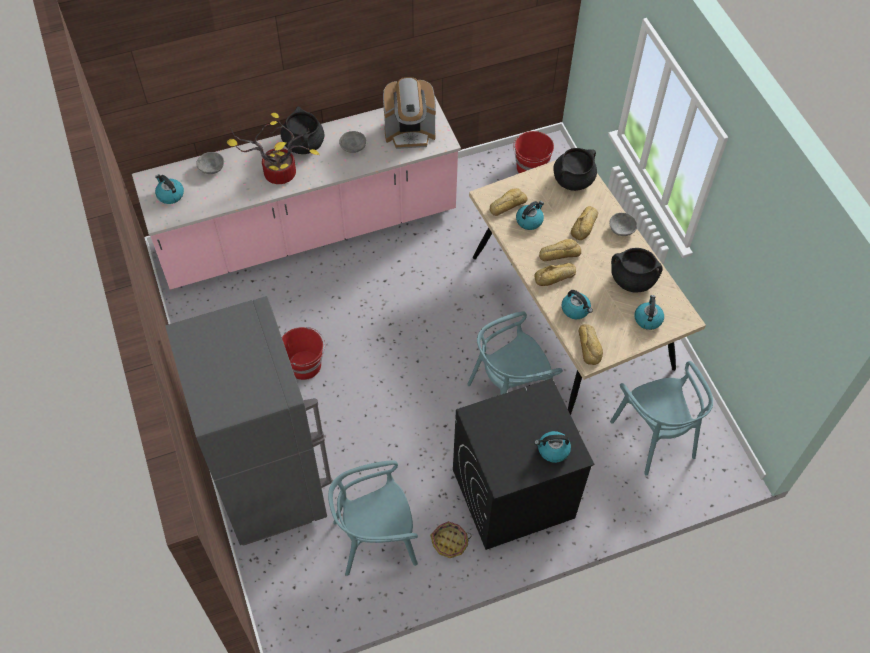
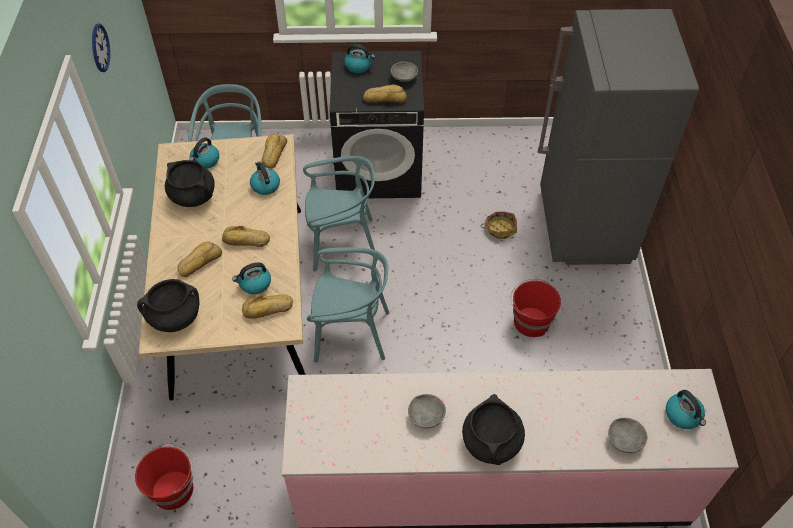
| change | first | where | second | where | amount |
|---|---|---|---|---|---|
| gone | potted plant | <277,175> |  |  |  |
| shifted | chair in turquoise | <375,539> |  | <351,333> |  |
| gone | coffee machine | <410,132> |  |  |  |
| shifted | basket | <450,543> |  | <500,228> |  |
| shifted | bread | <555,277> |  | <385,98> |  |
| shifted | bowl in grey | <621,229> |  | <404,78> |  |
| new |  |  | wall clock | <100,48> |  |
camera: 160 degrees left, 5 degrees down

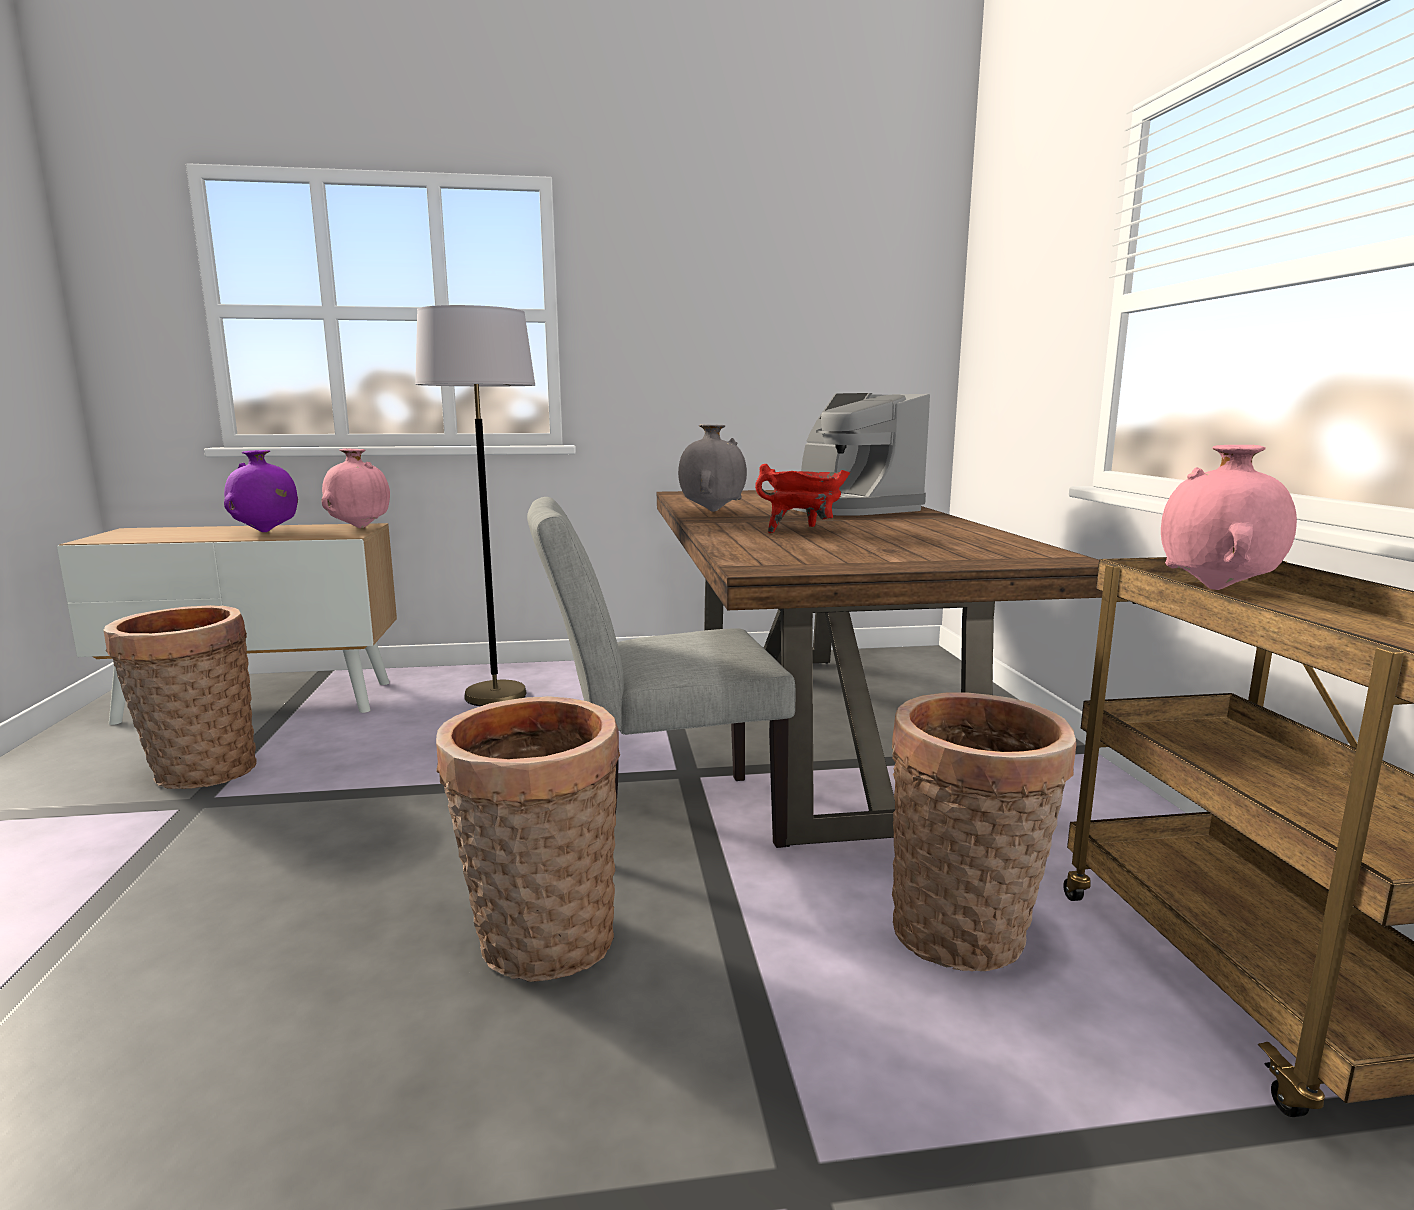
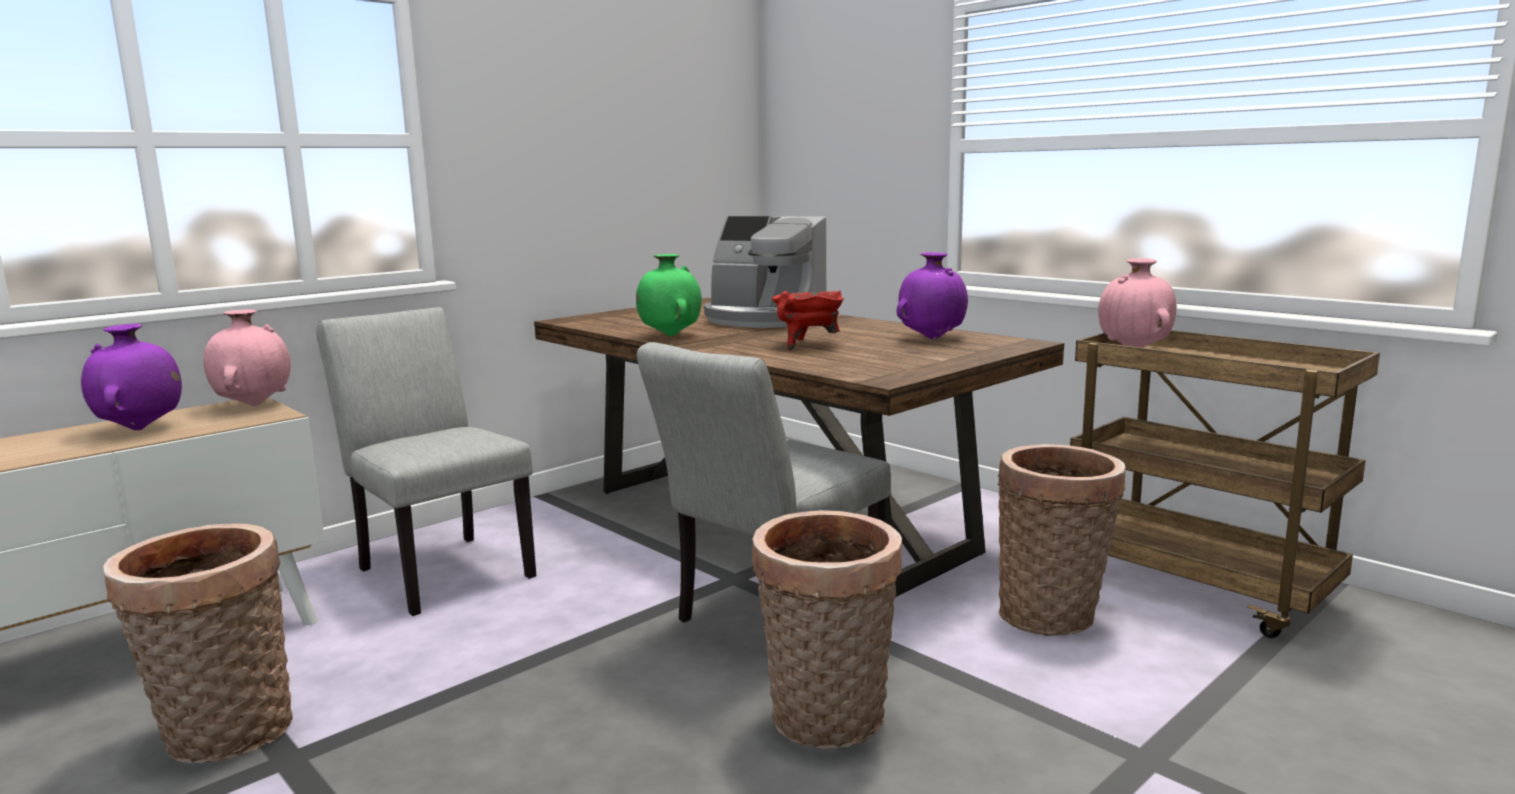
| change | first | where | second | where | amount |
|---|---|---|---|---|---|
| swapped | floor lamp in grey | <495,696> | chair in grey | <439,569> |  |
| repainted | vase in grey | <712,511> | vase in green | <670,336> |  |
| new |  |  | vase in purple | <932,339> |  |
camera: 35 degrees left, 0 degrees up

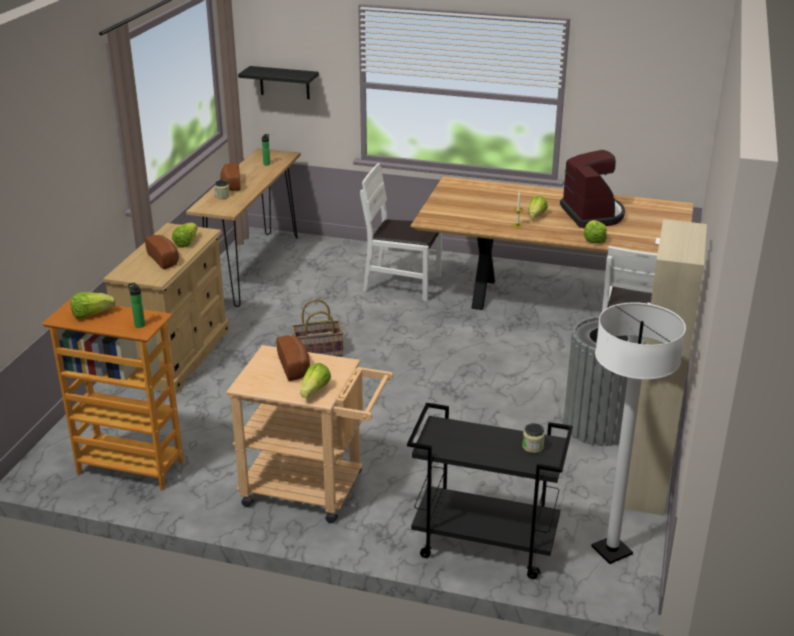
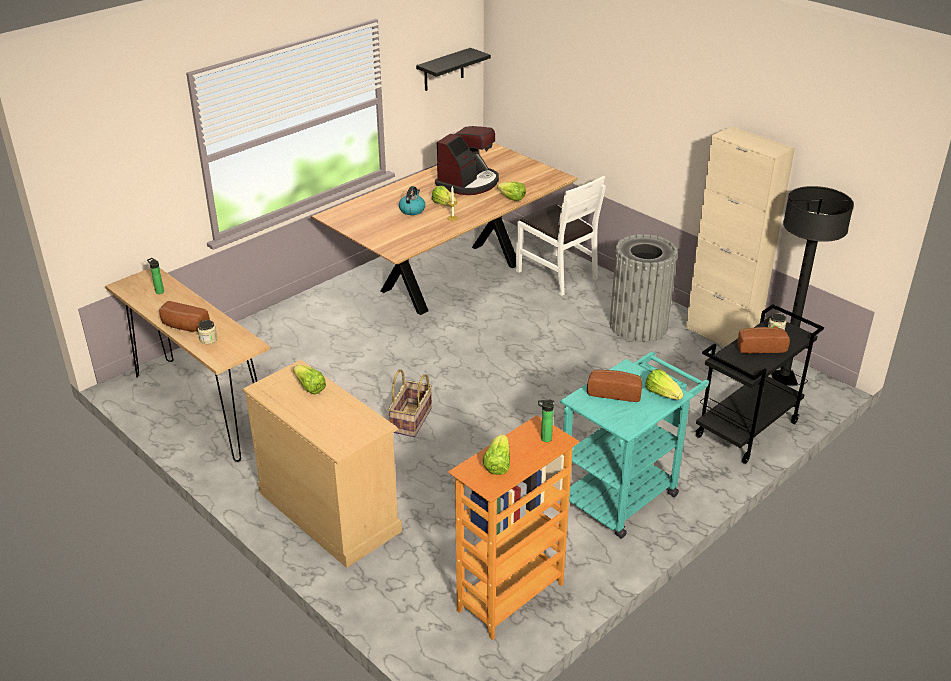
| change | first | where | second | where | amount |
|---|---|---|---|---|---|
| shifted | bread | <165,259> |  | <760,347> |  |
| repainted | cart in beige | <313,490> | cart in turquoise | <625,491> |  |
| shifted | shelf in black | <284,82> |  | <443,70> |  |
| gone | chair in white | <402,283> |  |  |  |
| rotated | coffee machine | <593,214> |  | <468,183> | 105 degrees clockwise |
| repainted | floor lamp in white | <611,551> | floor lamp in black | <783,379> |  |
| new |  |  | kettle | <412,210> |  |
camera: 60 degrees left, 5 degrees up

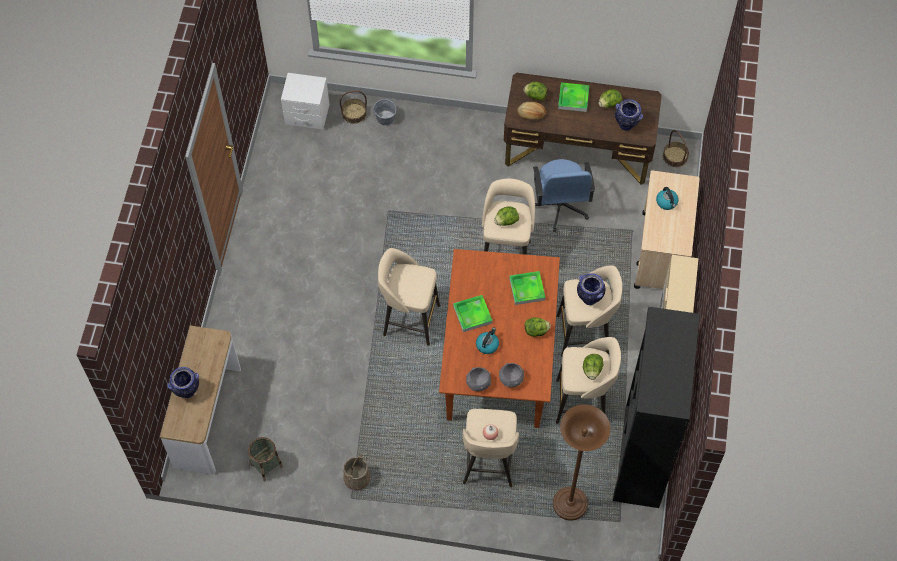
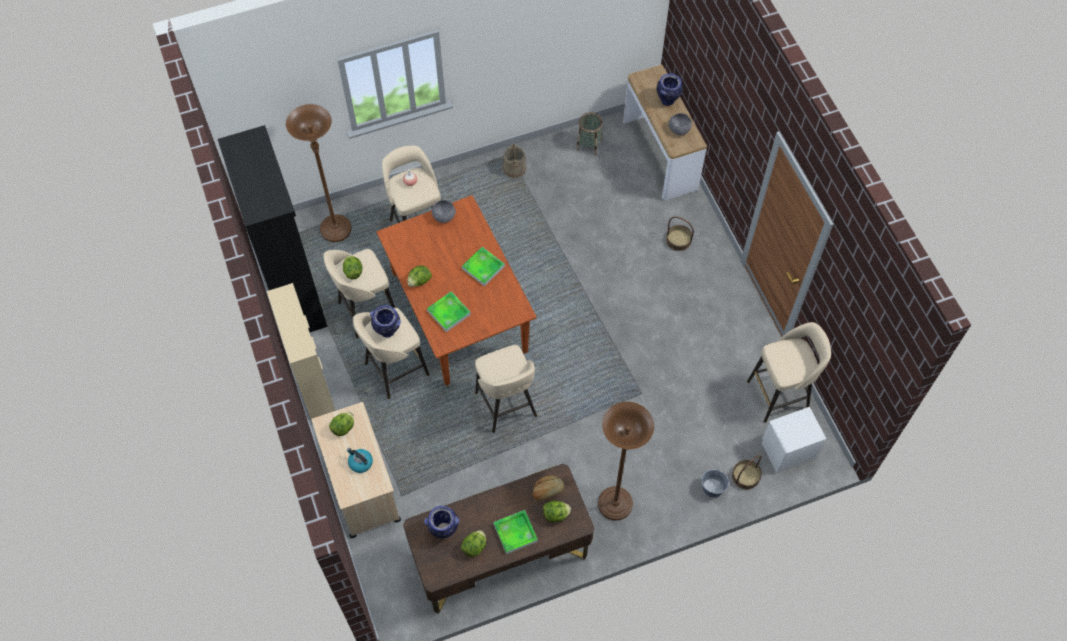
| change | first | where | second | where | amount |
|---|---|---|---|---|---|
| shifted | stool in beige | <409,320> |  | <780,395> |  |
| gone | kettle | <487,345> |  |  |  |
| shifted | lettuce | <506,221> |  | <343,427> |  |
| shifted | bowl in grey | <511,379> |  | <679,129> |  |
| gone | office chair in blue | <559,206> |  |  |  |
| shifted | basket | <675,156> |  | <678,240> |  |
| new |  |  | floor lamp in brown | <615,504> |  |
camera: 150 degrees right, 0 degrees up

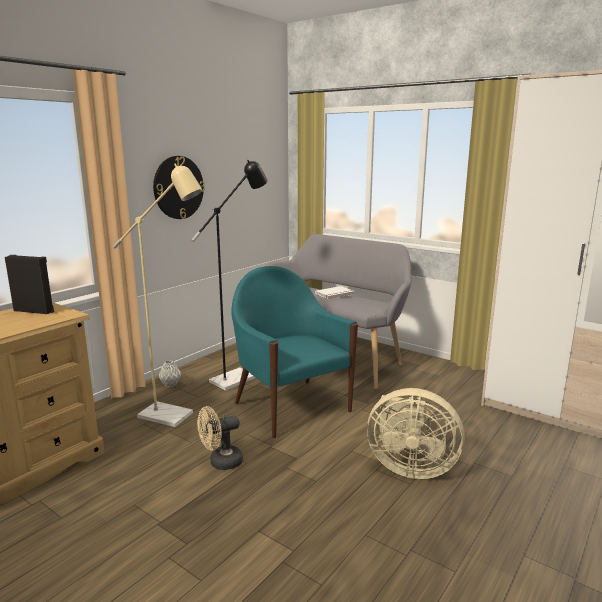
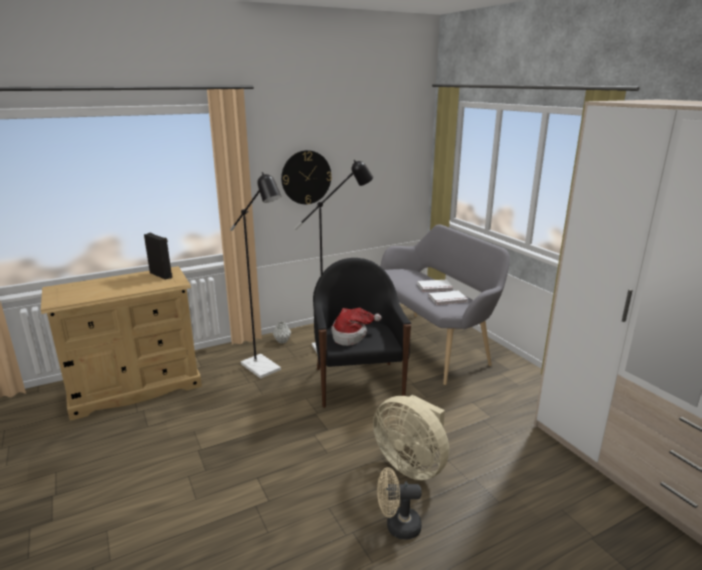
| change | first | where | second | where | amount |
|---|---|---|---|---|---|
| repainted | floor lamp in beige | <173,417> | floor lamp in black | <265,369> |  |
| shifted | fan in beige | <221,463> |  | <397,526> |  |
| repainted | armchair in turquoise | <291,406> | armchair in black | <358,383> |  |
| new |  |  | hat | <351,336> |  |
| new |  |  | book in white | <448,299> |  |
camera: 25 degrees right, 5 degrees up

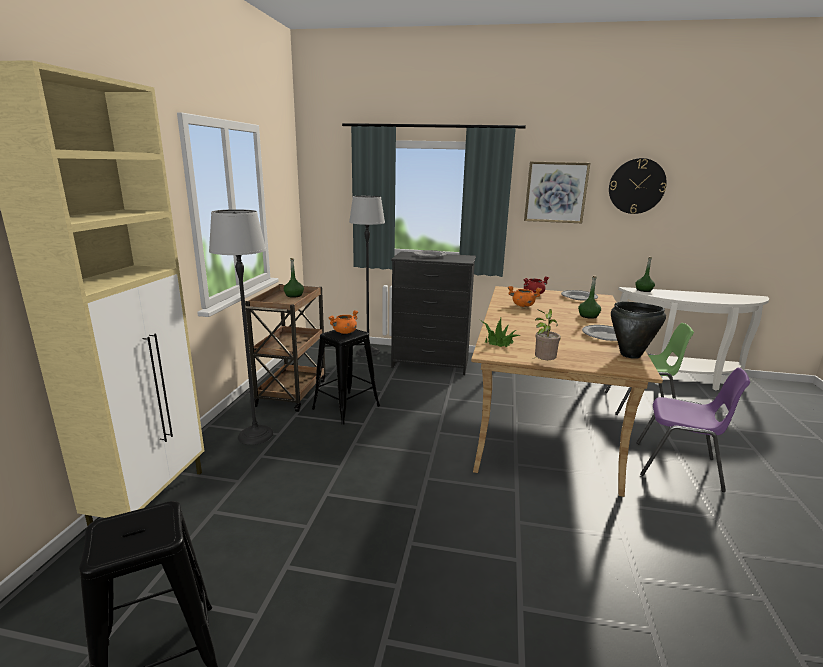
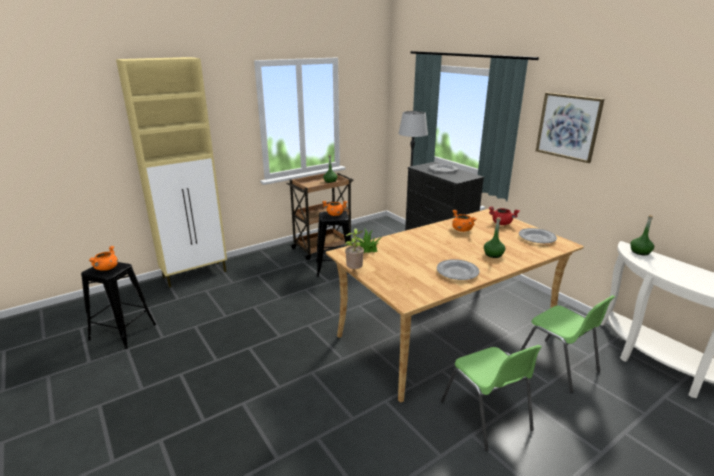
| change | first | where | second | where | amount |
|---|---|---|---|---|---|
| gone | floor lamp | <256,435> |  |  |  |
| gone | wall clock | <636,186> |  |  |  |
| gone | cooking pot in black | <630,355> |  |  |  |
| repainted | chair in purple | <679,467> | chair in green | <486,416> |  |
| new |  |  | cooking pot in orange | <106,268> |  |
camera: 45 degrees right, 5 degrees up

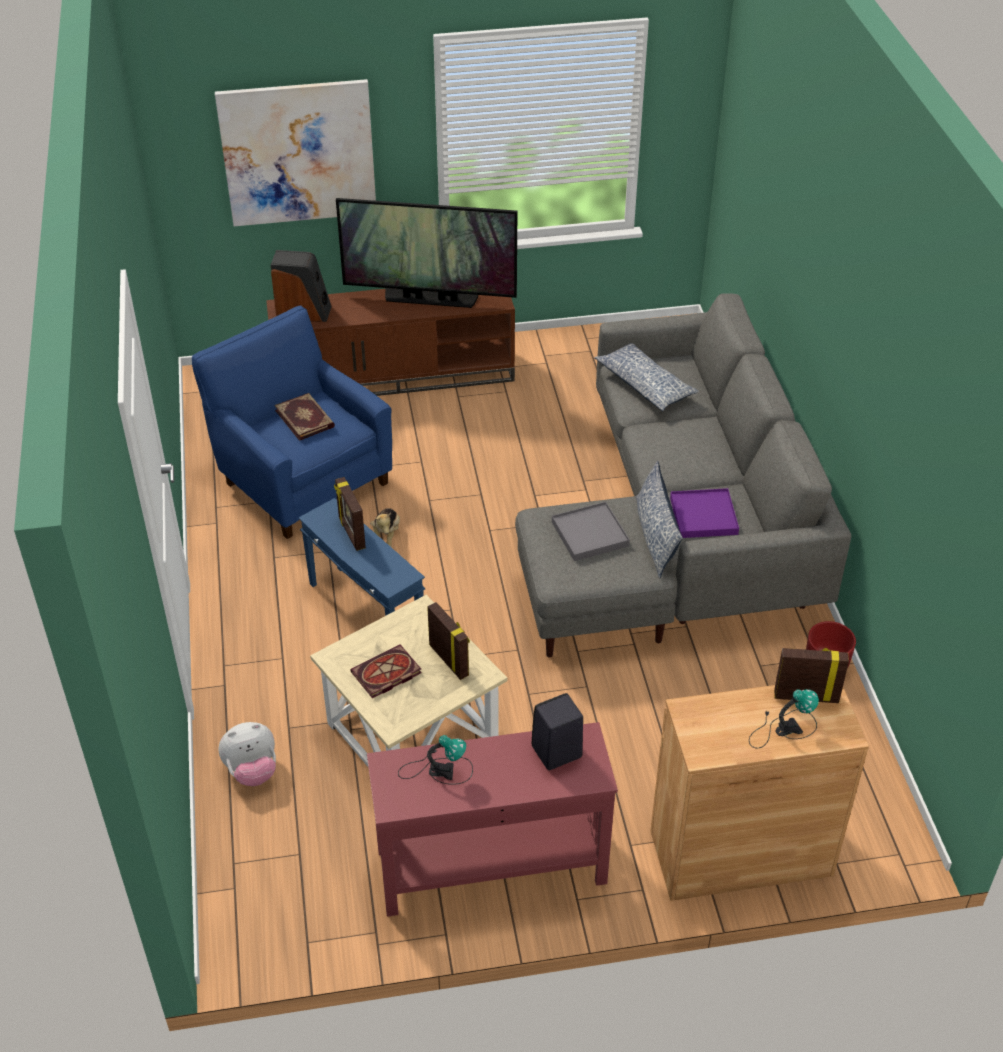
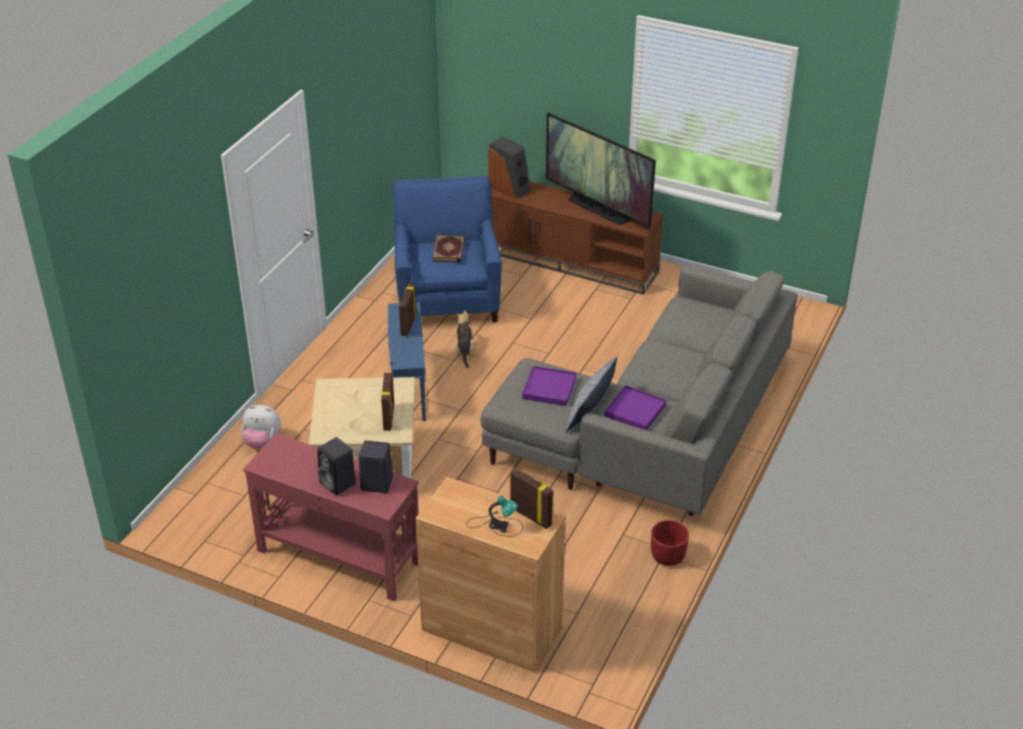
| change | first | where | second | where | amount |
|---|---|---|---|---|---|
| gone | picture | <298,153> |  |  |  |
| gone | book | <385,674> |  |  |  |
| rotated | plush toy | <386,536> |  | <465,351> | 135 degrees clockwise |
| gone | table lamp | <438,769> |  |  |  |
| repainted | tray in grey | <589,534> | tray in purple | <549,388> |  |
| gone | pillow | <645,384> |  |  |  |
| new |  |  | speaker in black | <338,483> |  |
camera: 35 degrees right, 5 degrees down

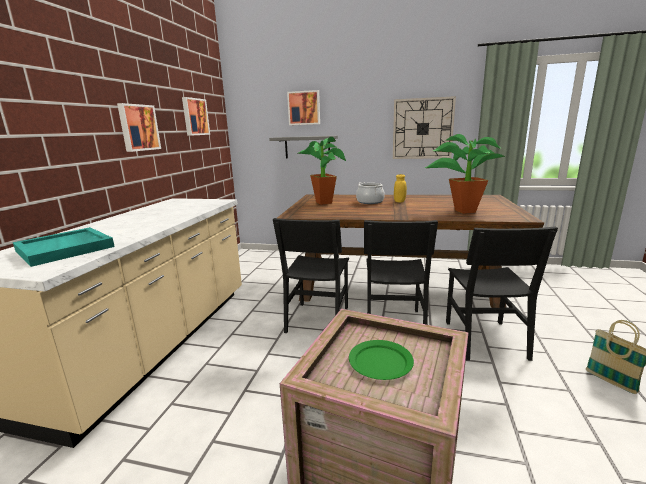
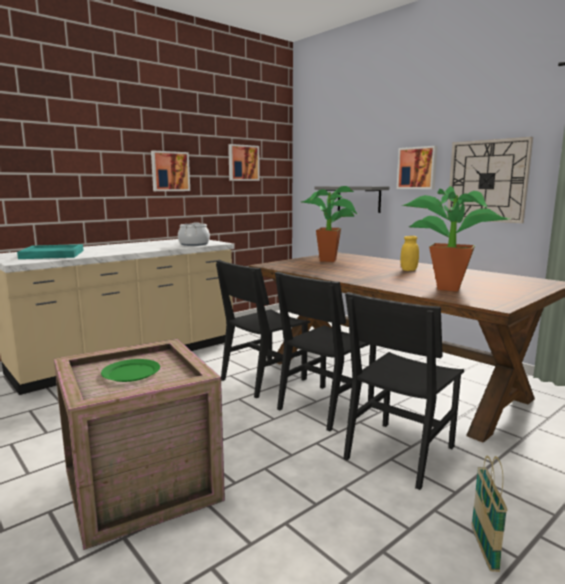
| change | first | where | second | where | amount |
|---|---|---|---|---|---|
| shifted | picture | <304,108> |  | <417,168> |  |
| shifted | cooking pot | <370,202> |  | <194,244> |  |
camera: 35 degrees right, 5 degrees down

